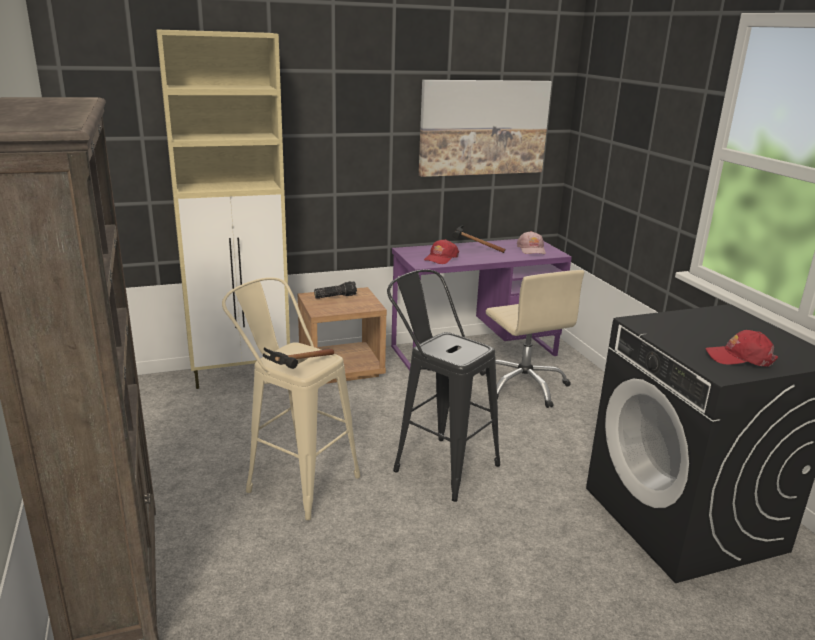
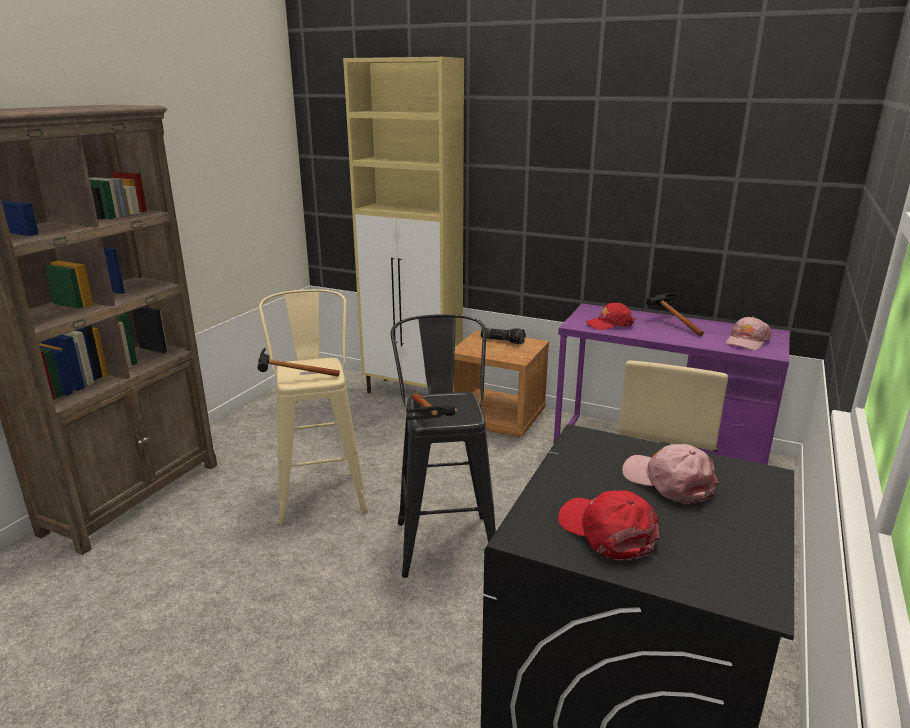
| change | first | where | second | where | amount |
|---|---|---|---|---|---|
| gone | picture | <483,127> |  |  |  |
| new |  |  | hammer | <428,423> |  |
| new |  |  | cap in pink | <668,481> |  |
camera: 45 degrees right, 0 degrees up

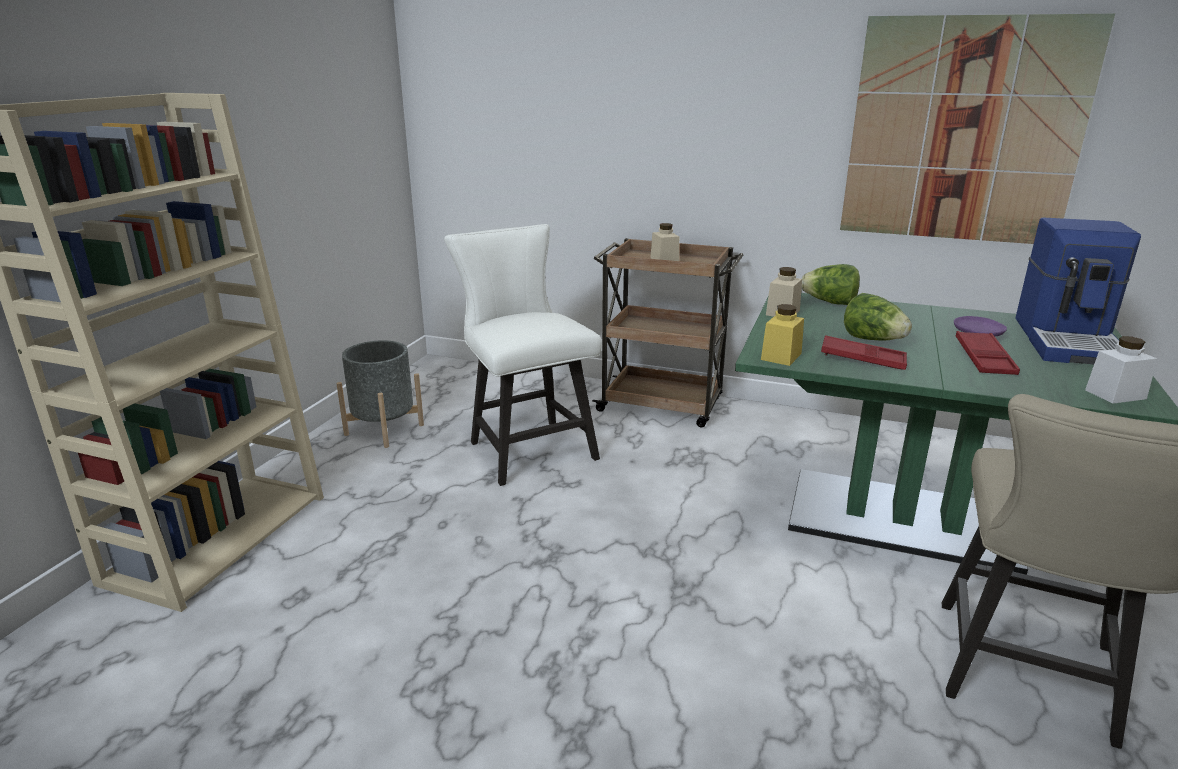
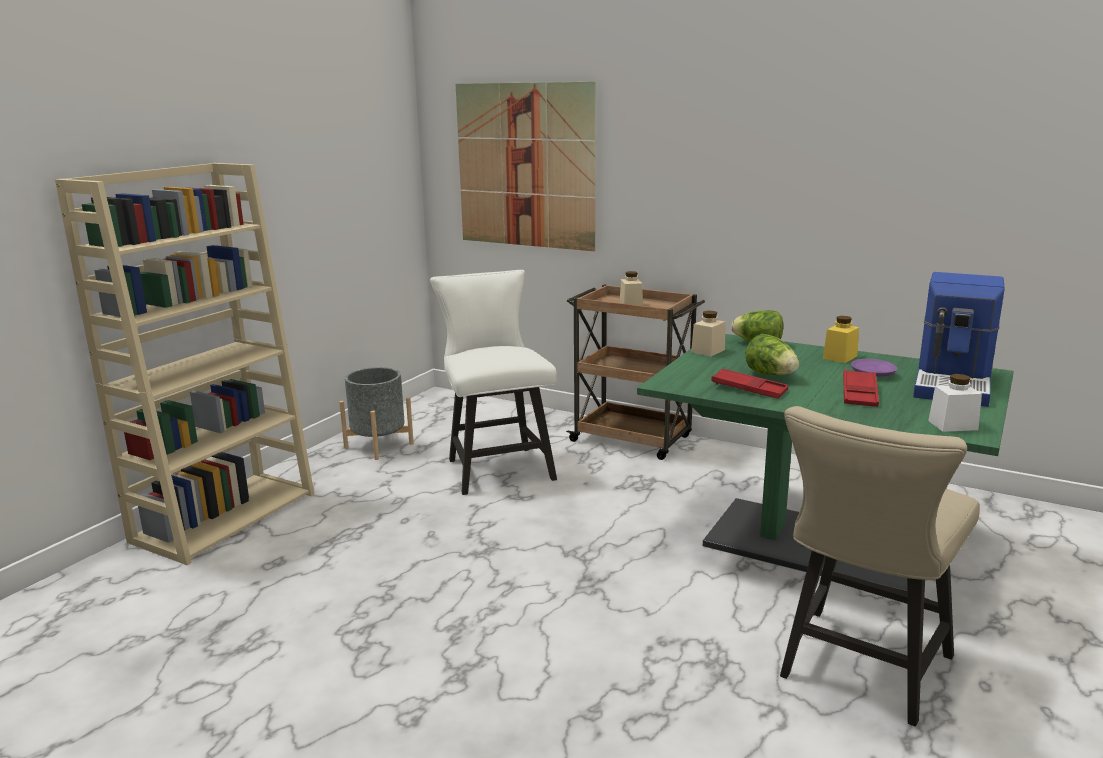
| change | first | where | second | where | amount |
|---|---|---|---|---|---|
| shifted | jar in yellow | <781,356> |  | <840,357> |  |
| shifted | picture | <963,132> |  | <525,166> |  |
camera: 10 degrees right, 5 degrees down

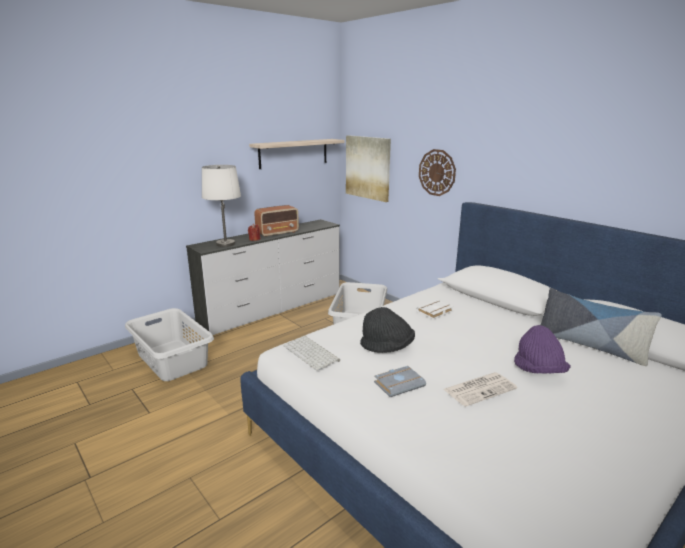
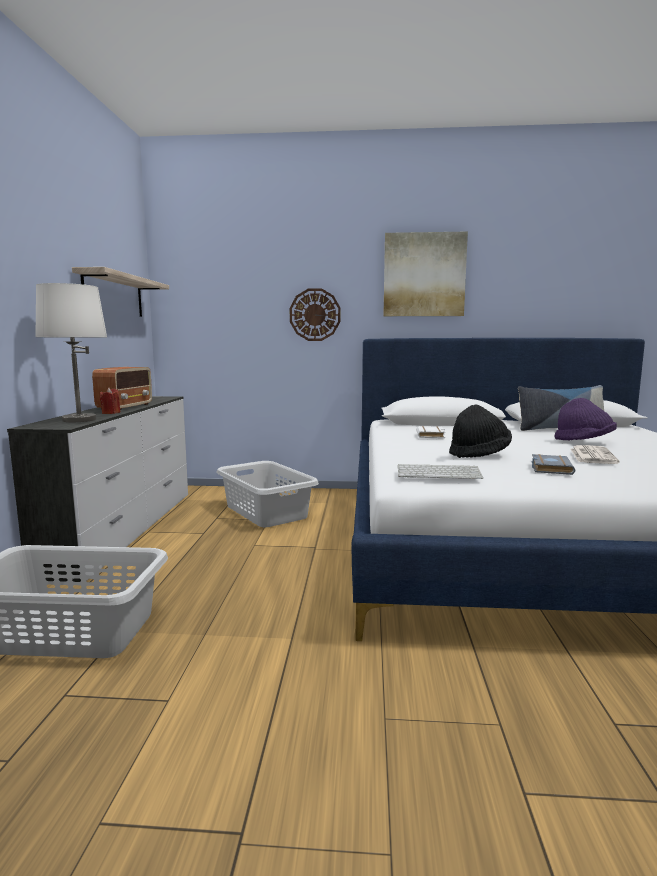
| change | first | where | second | where | amount |
|---|---|---|---|---|---|
| shifted | picture | <368,167> |  | <424,275> |  |
camera: 45 degrees left, 10 degrees down

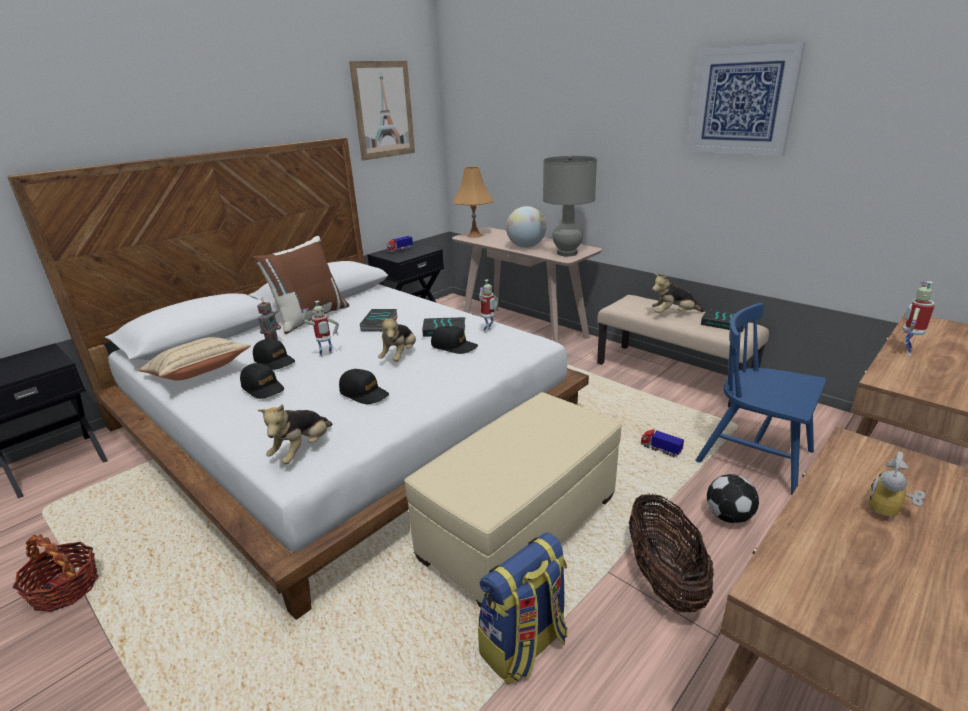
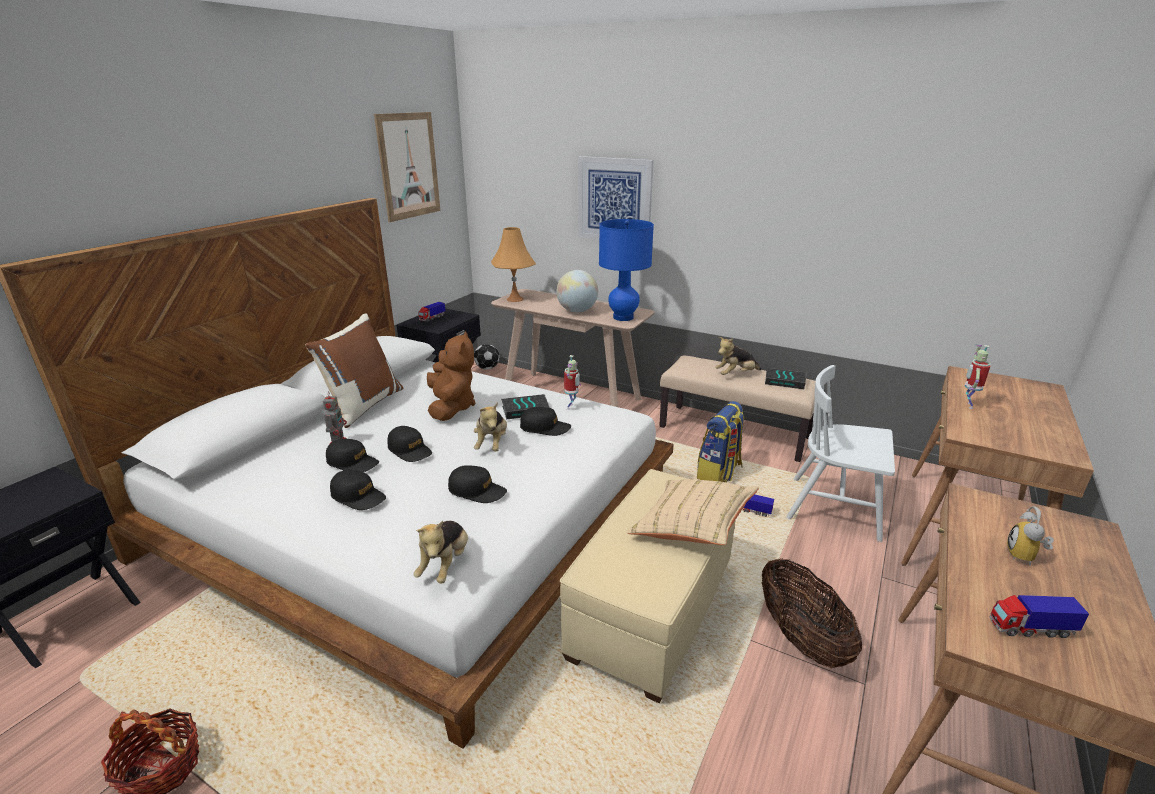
| change | first | where | second | where | amount |
|---|---|---|---|---|---|
| shifted | pillow in beige | <199,374> |  | <692,527> |  |
| swapped | toy robot | <326,355> | cap in black | <410,450> |  |
| swapped | book | <380,323> | plush toy in brown | <451,407> |  |
| shifted | backpack | <524,647> |  | <719,473> |  |
| repainted | table lamp in grey | <567,253> | table lamp in blue | <623,317> |  |
| shifted | picture | <741,101> |  | <614,200> |  |
| repainted | chair in blue | <755,457> | chair in white | <835,508> |  |
| shifted | football | <729,517> |  | <487,368> |  |
| new |  |  | toy truck | <1030,629> |  |
camera: 15 degrees left, 0 degrees up

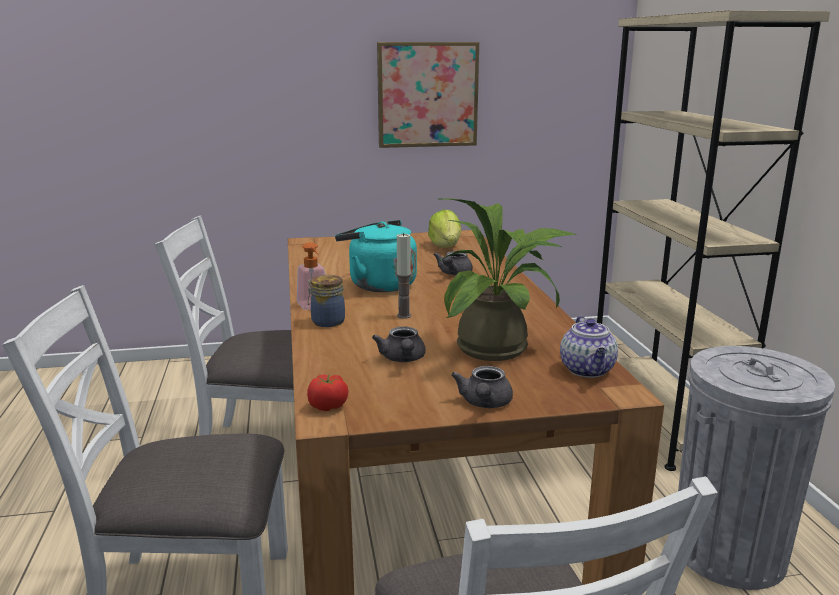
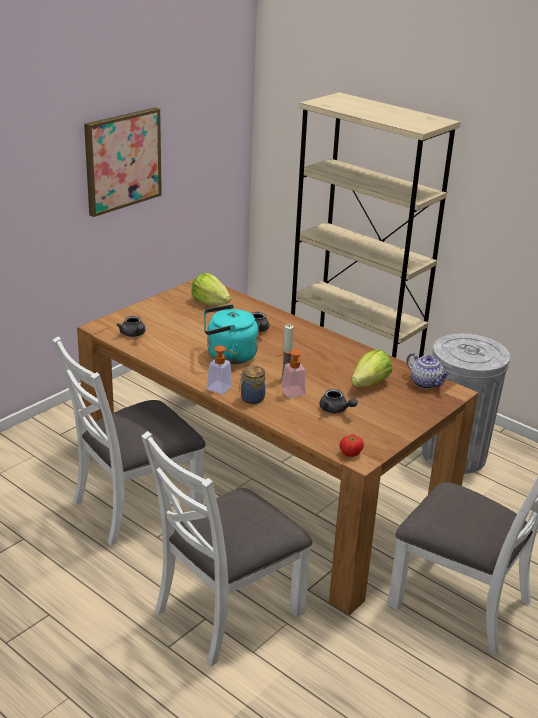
| change | first | where | second | where | amount |
|---|---|---|---|---|---|
| swapped | potted plant | <501,348> | lettuce | <370,383> |  |
| shifted | teapot in grey | <484,404> |  | <133,334> |  |
| new |  |  | soap dispenser | <288,393> |  |
camera: 40 degrees left, 10 degrees up

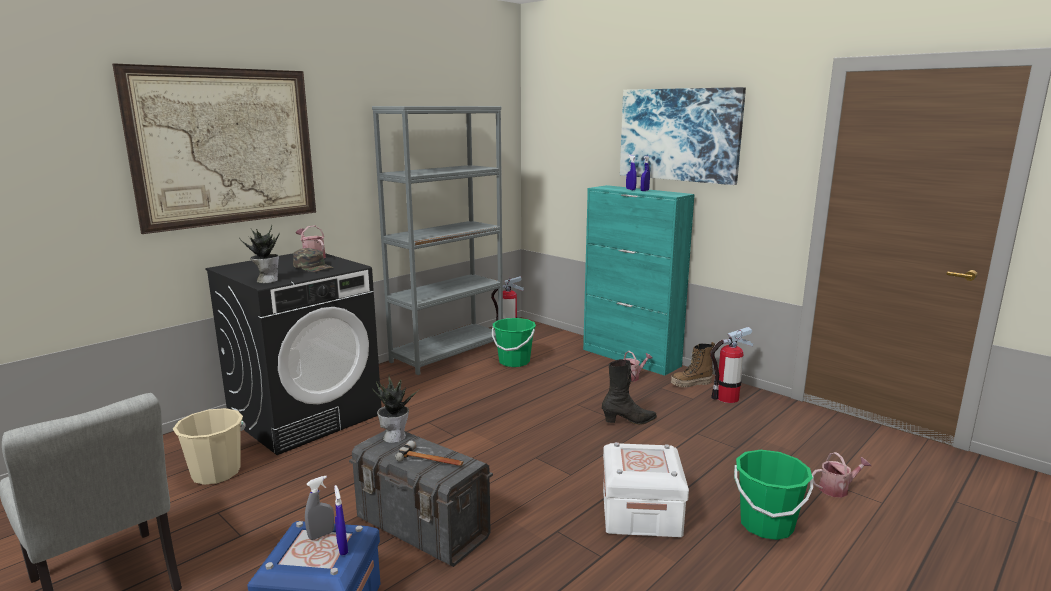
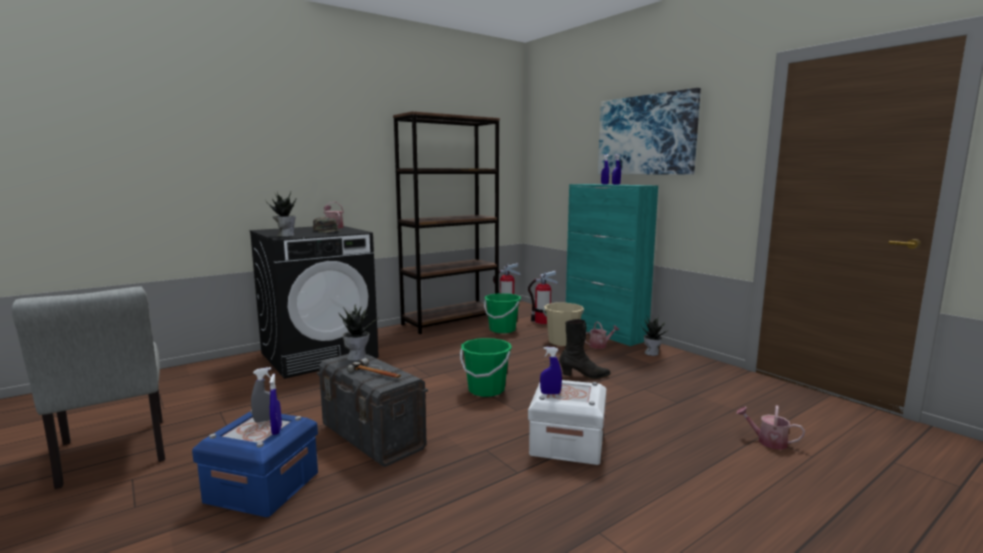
| change | first | where | second | where | amount |
|---|---|---|---|---|---|
| gone | picture | <226,147> |  |  |  |
| shifted | bucket in beige | <216,473> |  | <562,342> |  |
| repainted | bookcase in grey | <448,353> | bookcase in brown | <451,321> |  |
| swapped | boot | <691,384> | potted plant | <652,353> |  |
| shifted | fire extinguisher | <727,398> |  | <542,321> |  |
| shifted | bucket in green | <766,525> |  | <486,390> |  |
| rotated | watering can | <837,489> |  | <767,441> | 150 degrees counterclockwise |
| new |  |  | spray bottle in blue | <550,393> |  |
camera: 10 degrees right, 5 degrees down

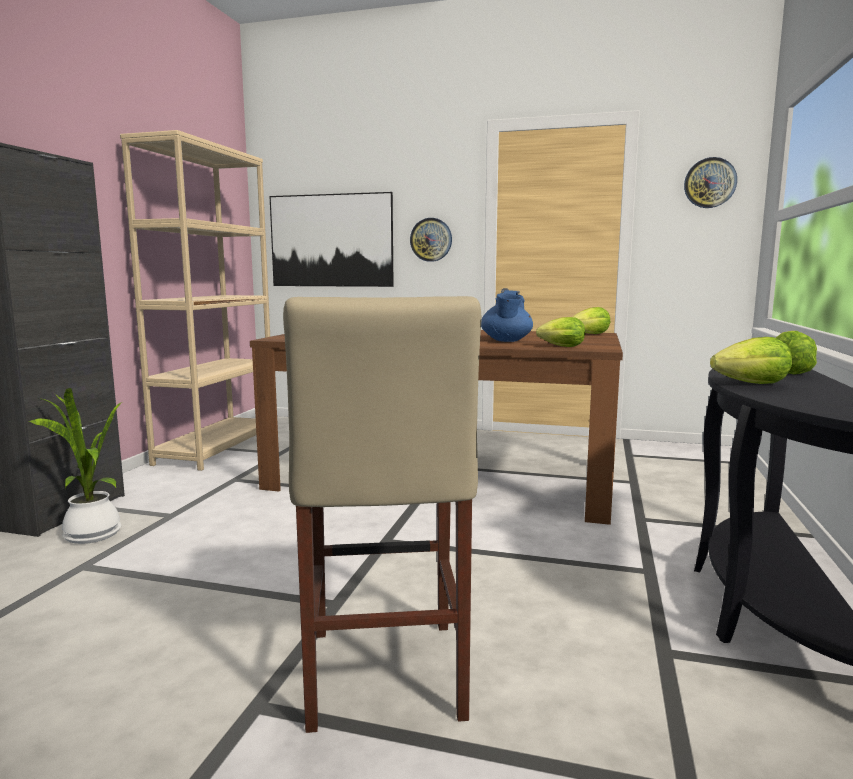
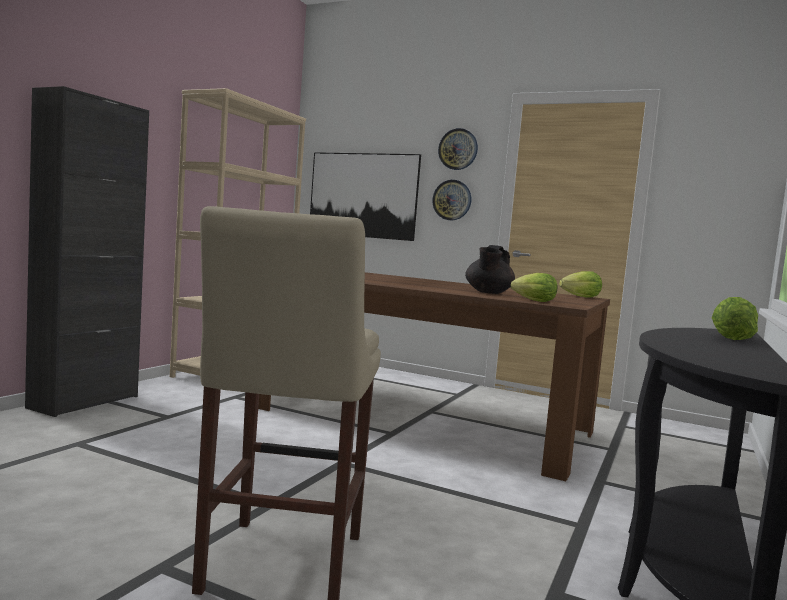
| change | first | where | second | where | amount |
|---|---|---|---|---|---|
| gone | potted plant | <91,536> |  |  |  |
| repainted | teapot in blue | <506,341> | teapot in black | <488,293> |  |
| shifted | wall clock | <710,183> |  | <458,149> |  |
| gone | lettuce | <752,384> |  |  |  |
camera: 10 degrees right, 5 degrees down

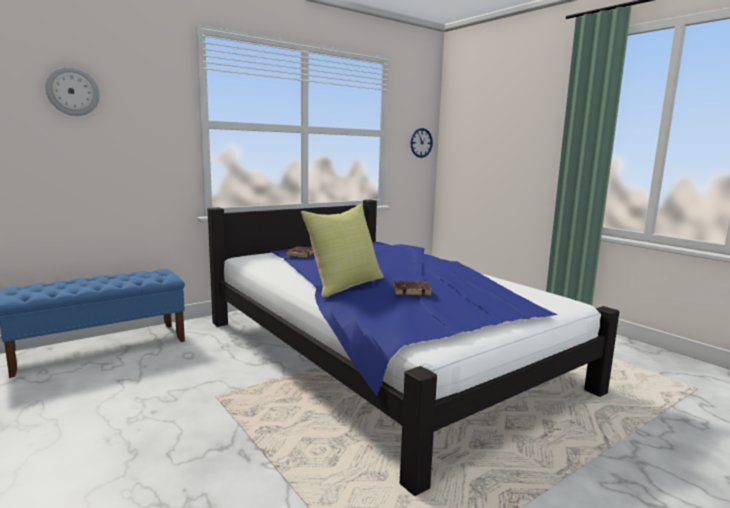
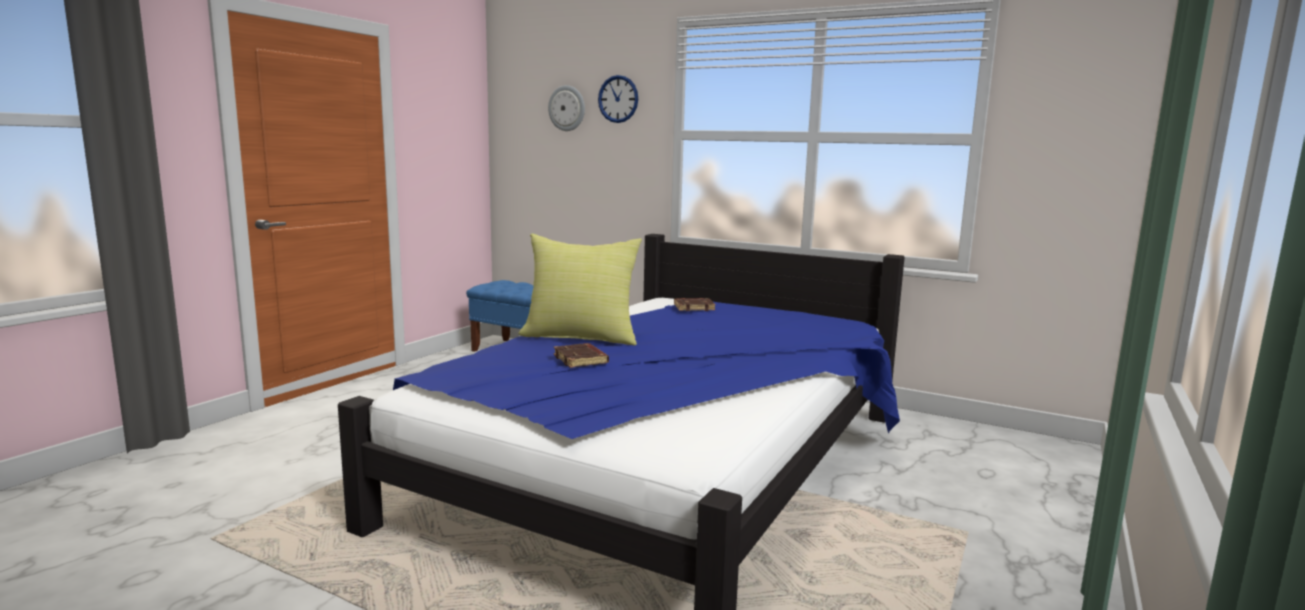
| change | first | where | second | where | amount |
|---|---|---|---|---|---|
| shifted | wall clock | <421,143> |  | <618,99> |  |
camera: 65 degrees right, 0 degrees up

